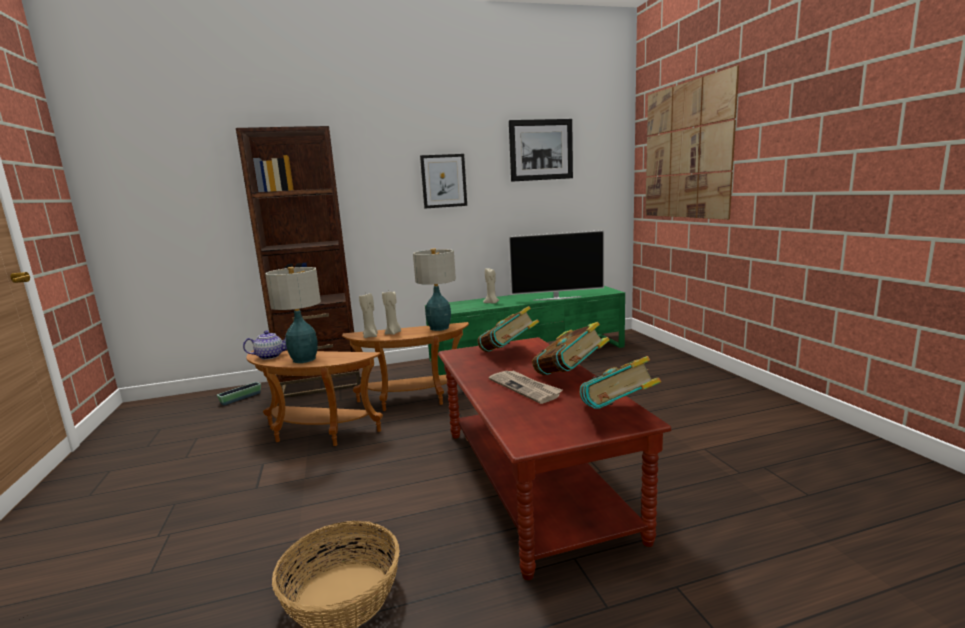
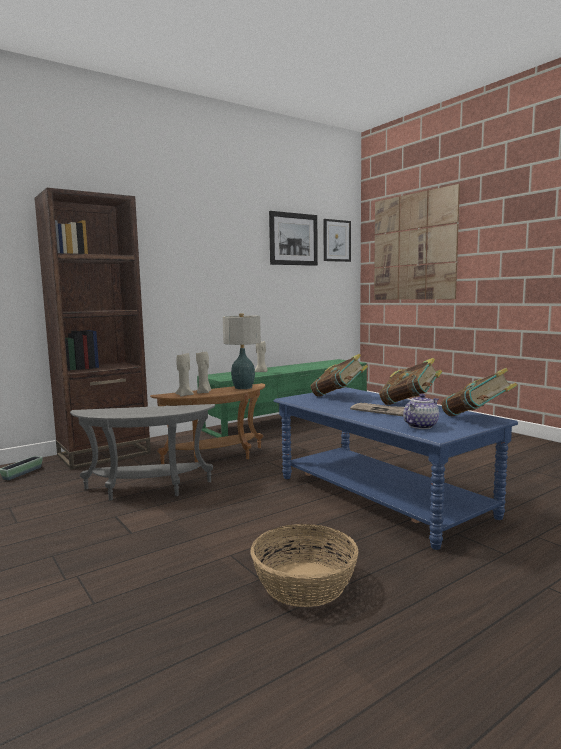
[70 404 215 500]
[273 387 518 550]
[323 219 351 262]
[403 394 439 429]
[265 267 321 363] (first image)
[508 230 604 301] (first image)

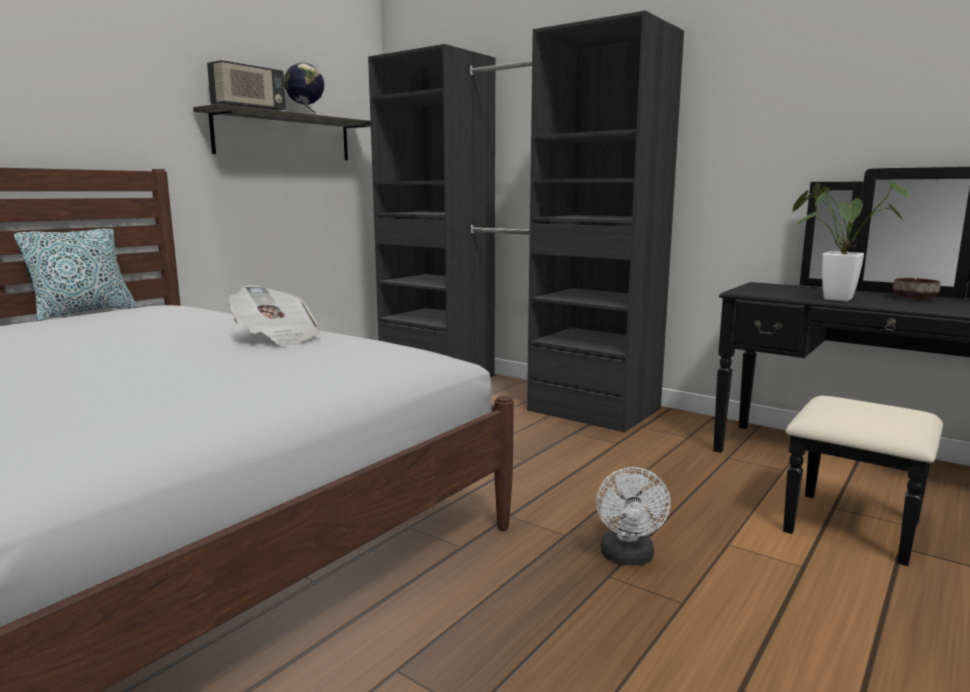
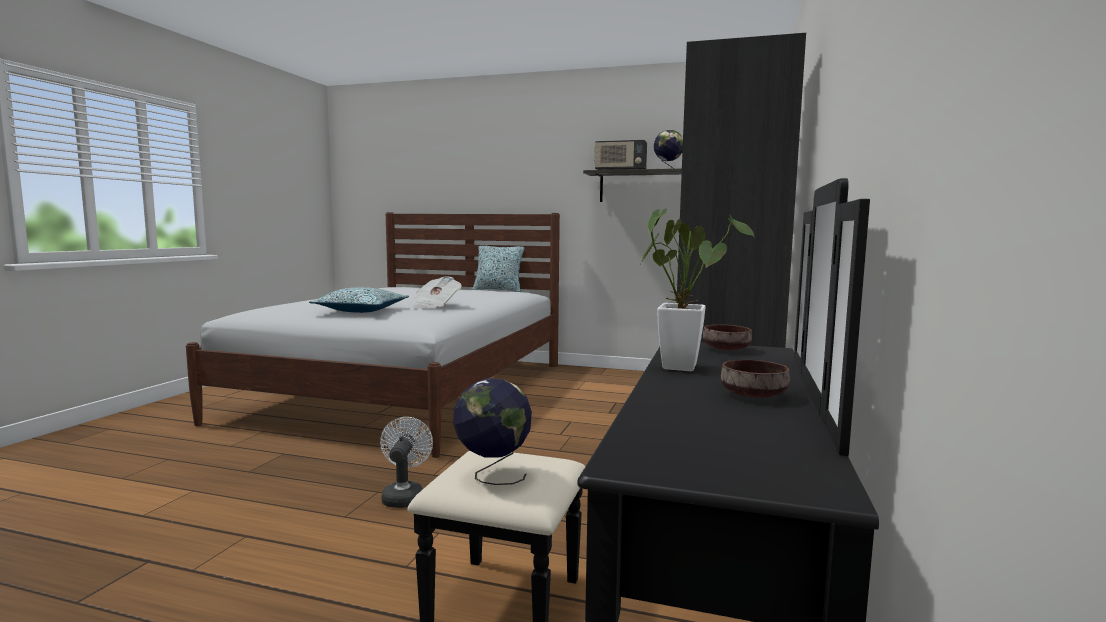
[309 287 409 313]
[380 417 433 508]
[453 378 532 485]
[703 325 752 350]

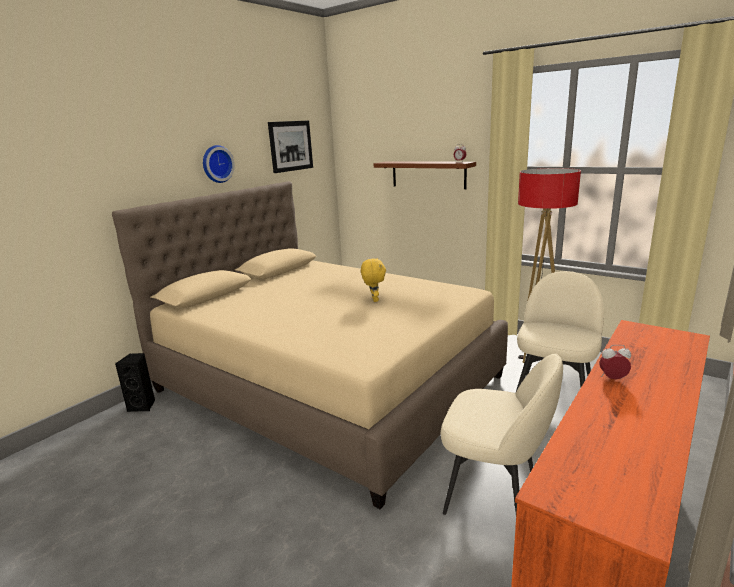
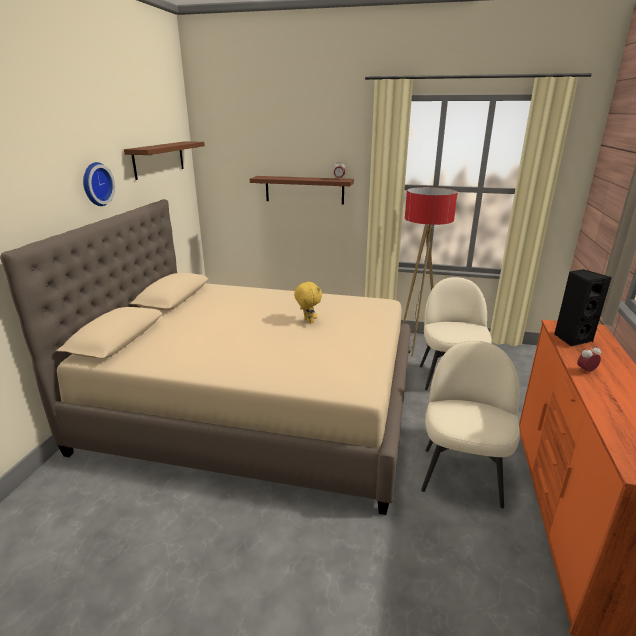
[124 141 205 180]
[421 341 520 508]
[554 269 612 347]

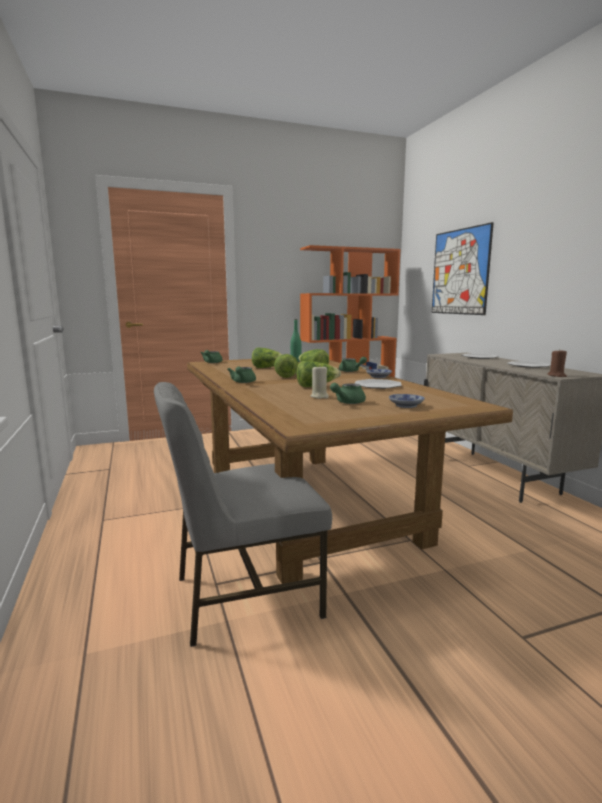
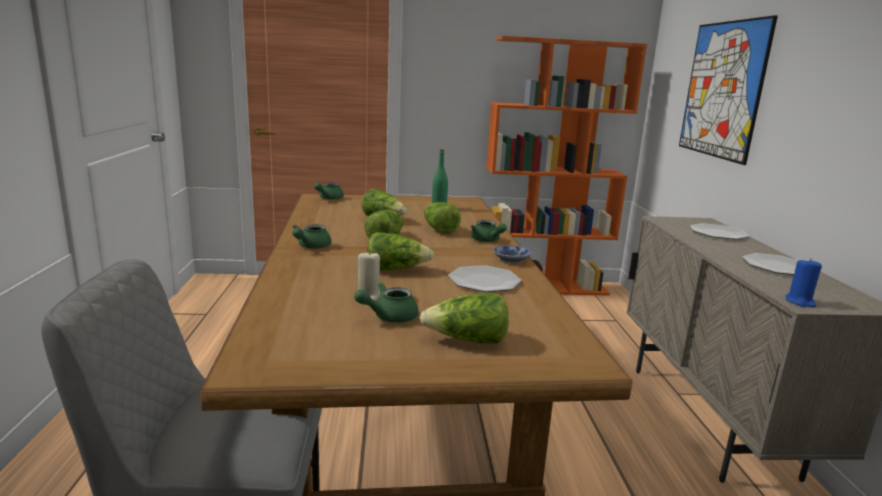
[420 293 509 344]
[785 258 822 307]

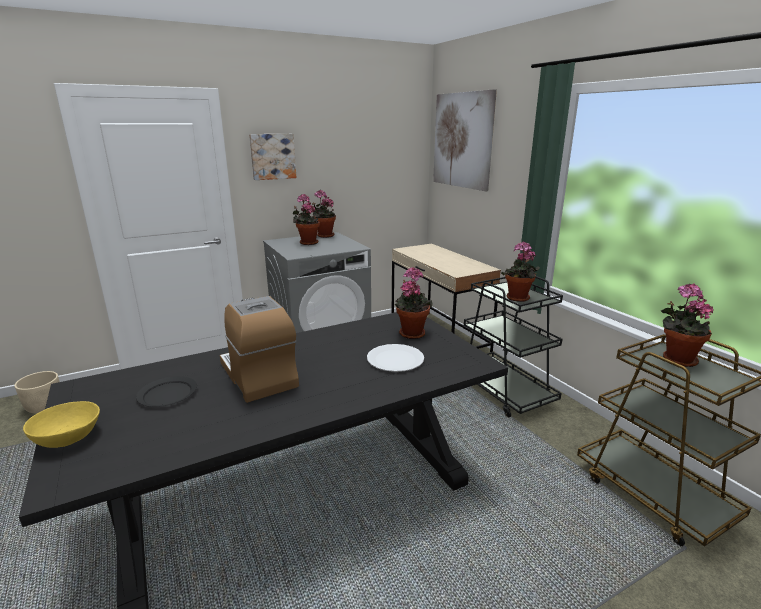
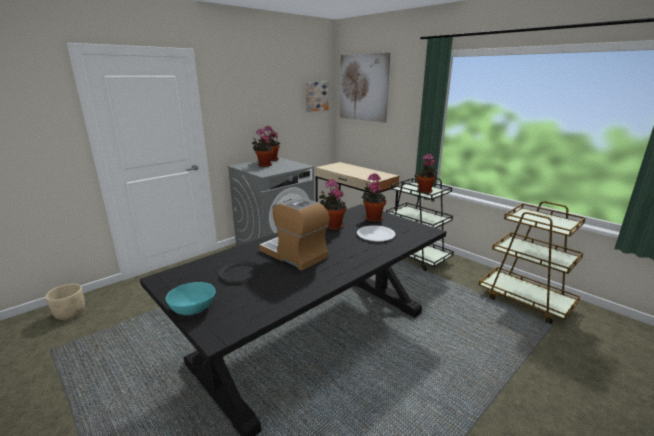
[165 282 216 315]
[306 82 328 112]
[319 179 346 230]

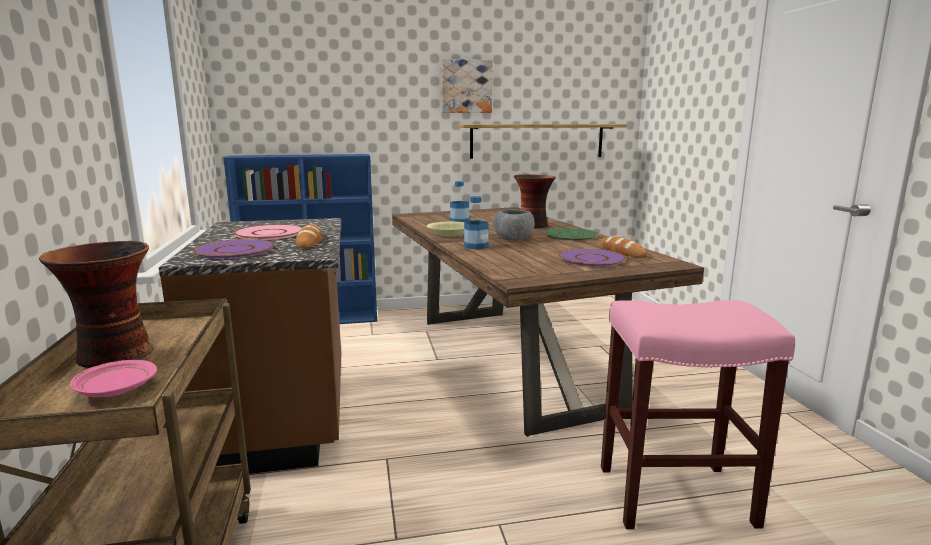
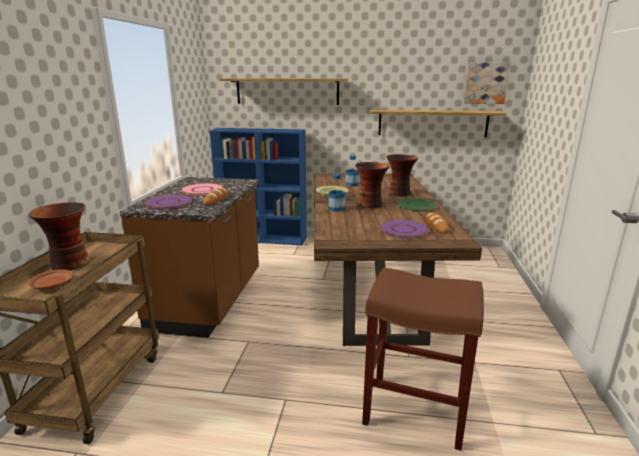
[28 269 73 289]
[220 78 349 105]
[355 162 389 208]
[362 268 484 451]
[464 62 510 104]

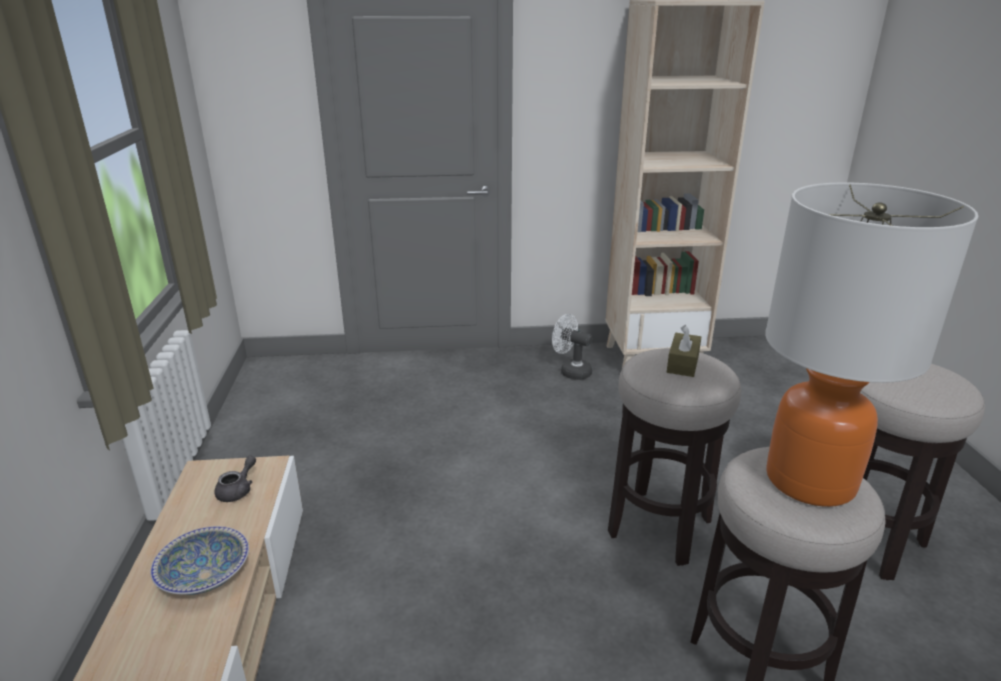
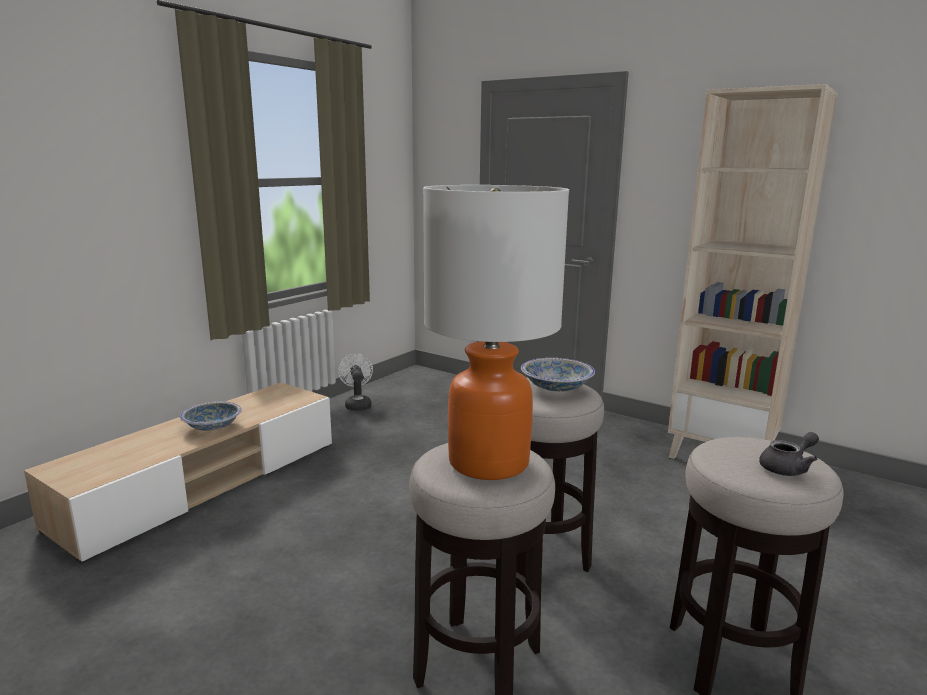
[338 354 373 411]
[521 358 595 391]
[759 432 819 476]

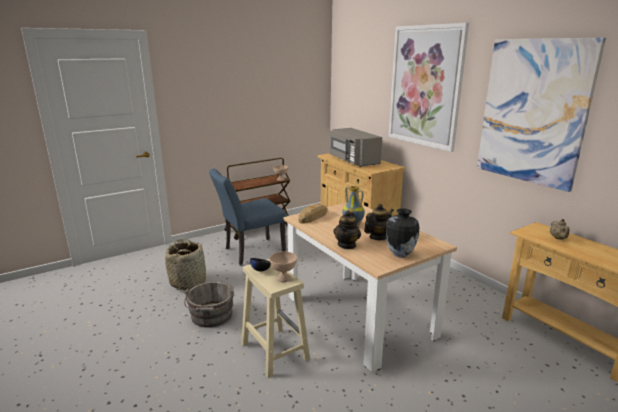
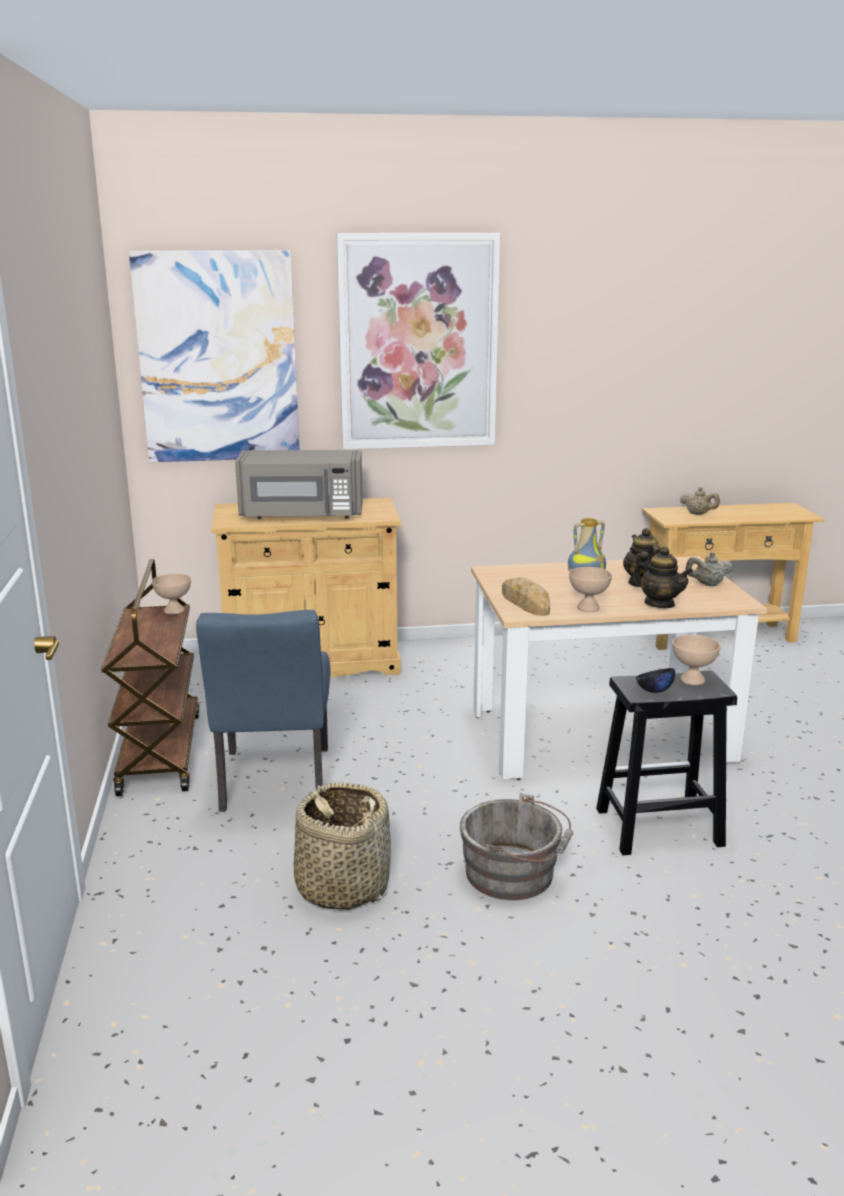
[129 250 300 462]
[569 567 612 612]
[596 670 737 855]
[686 552 733 586]

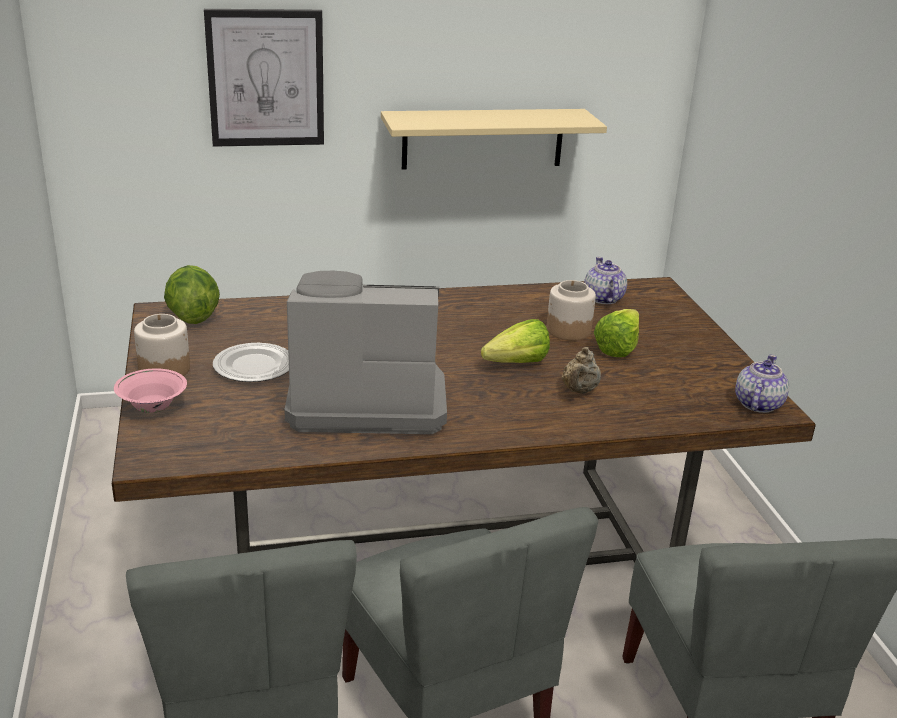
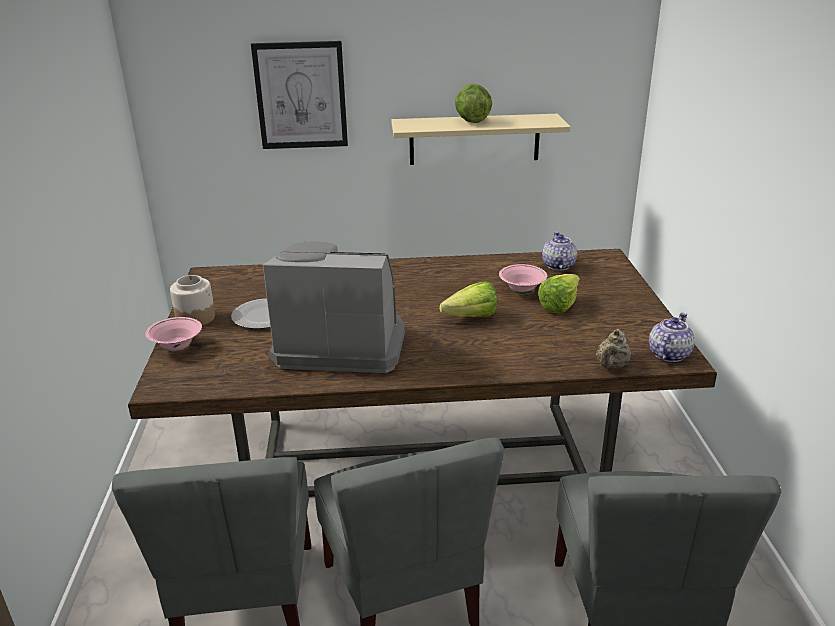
[455 84 492 123]
[499 264 547 293]
[596 329 631 370]

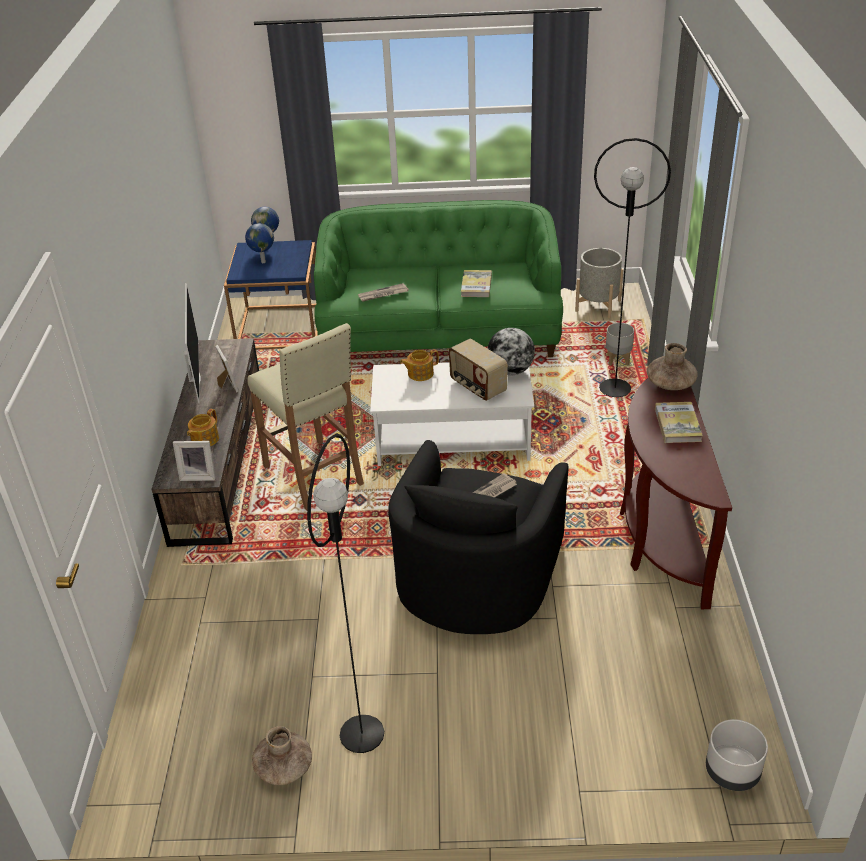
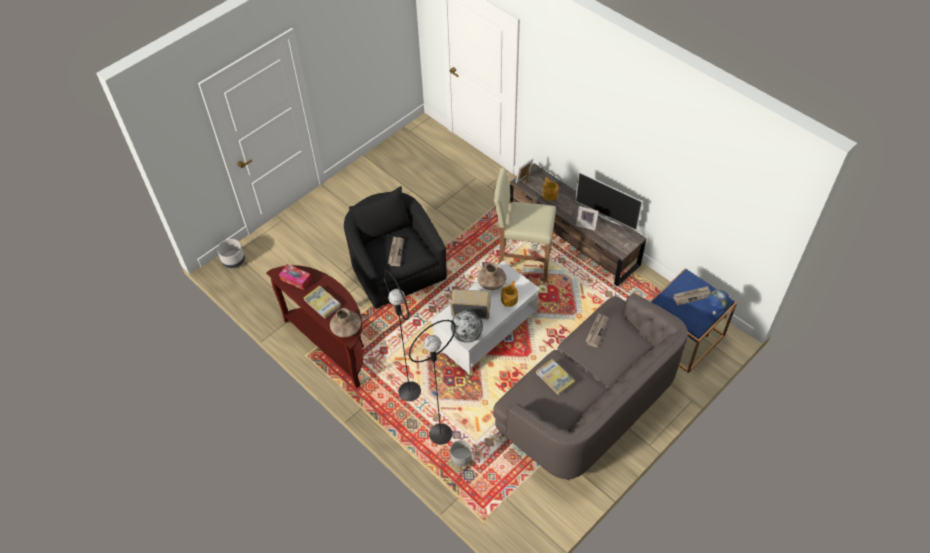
[279 264 312 290]
[383 269 421 401]
[478 263 506 290]
[493 293 688 480]
[673 286 710 306]
[575 248 624 318] (first image)

